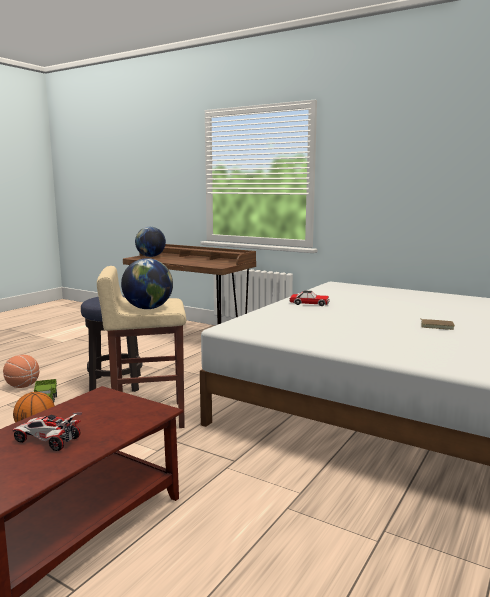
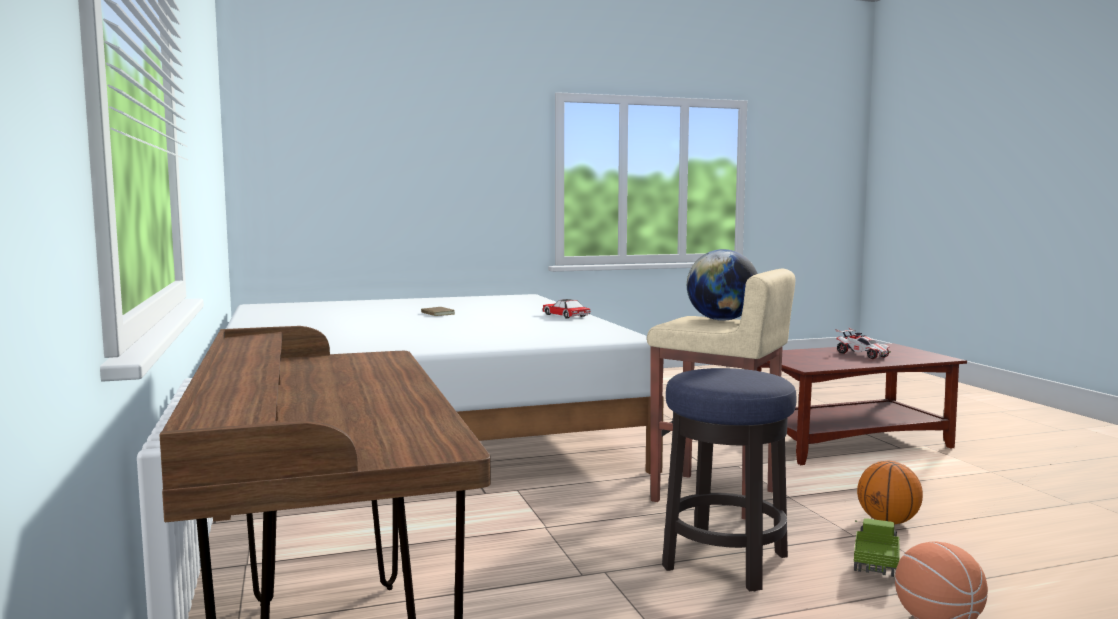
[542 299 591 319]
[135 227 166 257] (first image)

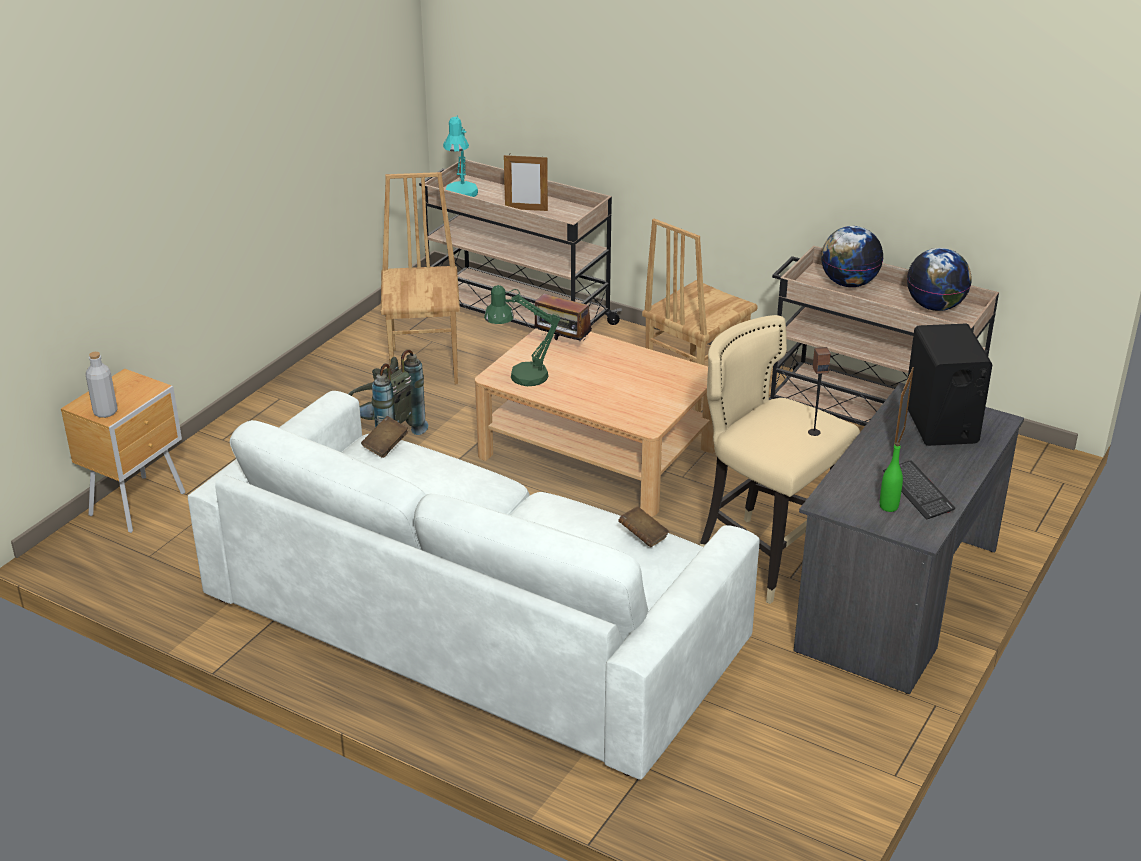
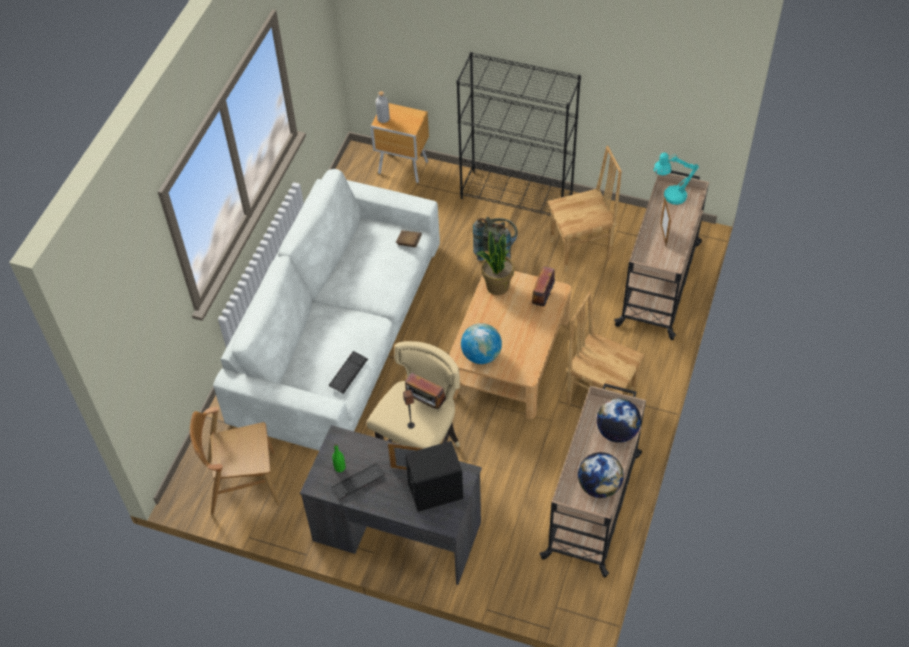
[190 407 280 515]
[329 351 368 394]
[405 372 446 412]
[456 52 581 216]
[461 323 502 364]
[476 231 514 295]

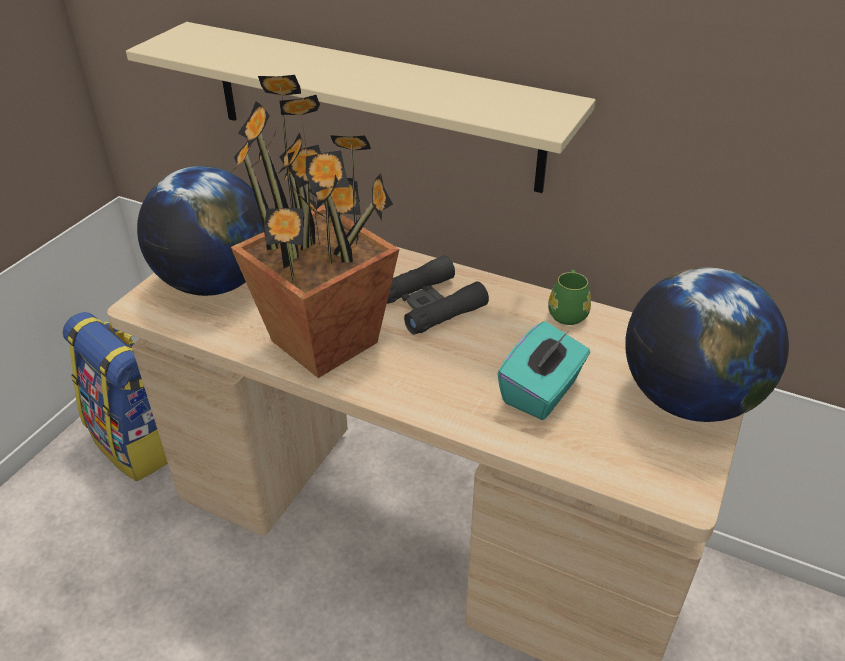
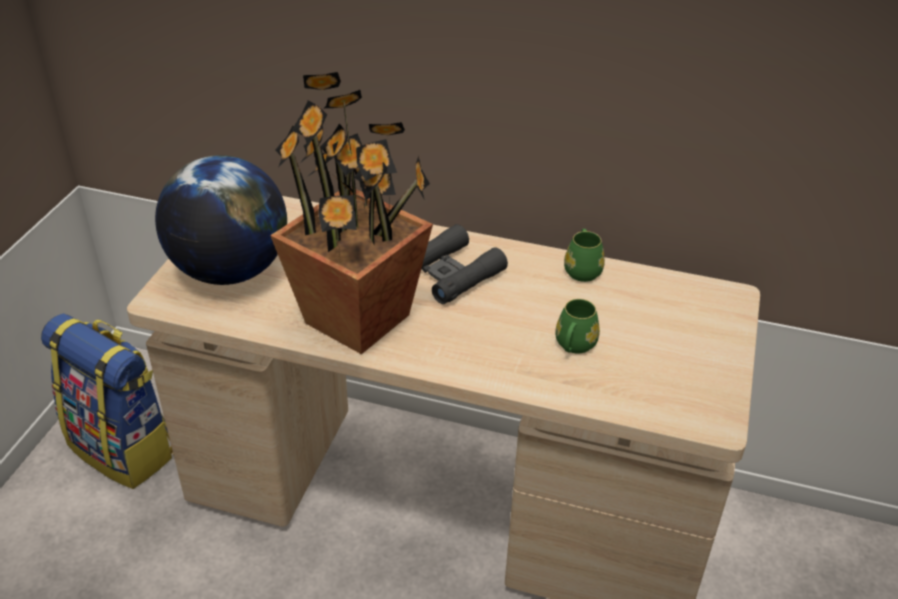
[556 299 600 354]
[126 22 596 193] (first image)
[625 267 789 422] (first image)

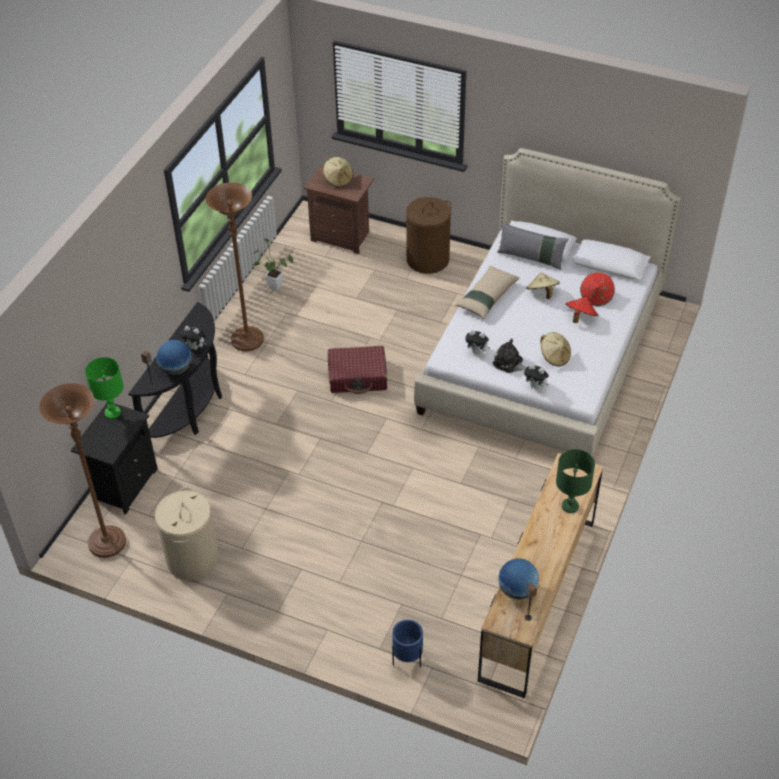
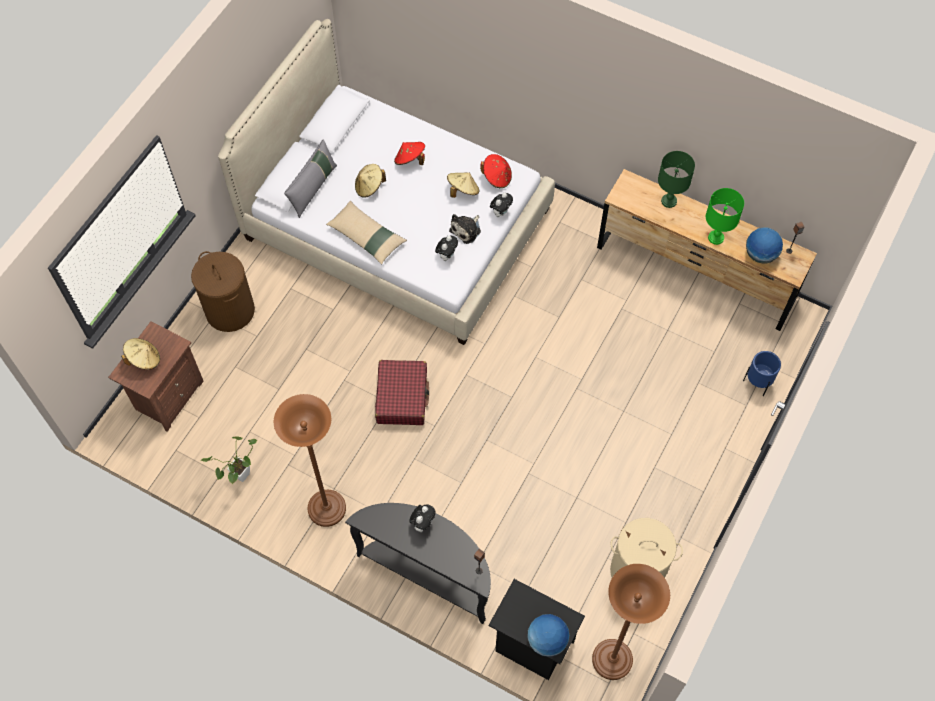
[480 154 512 188]
[527 614 569 657]
[706 188 744 245]

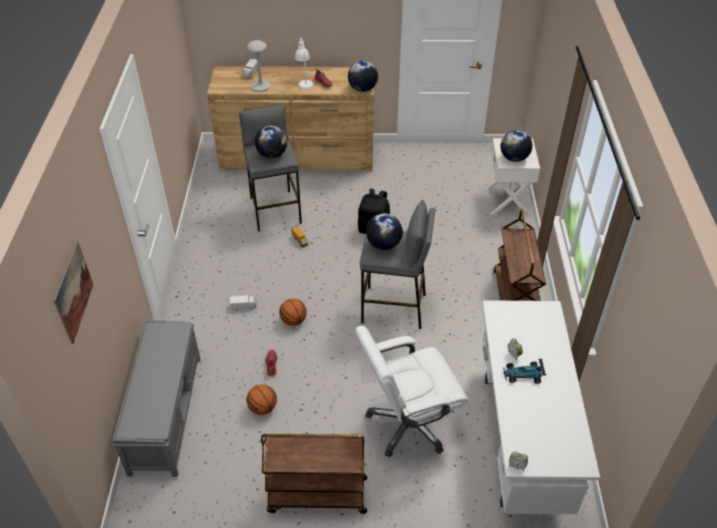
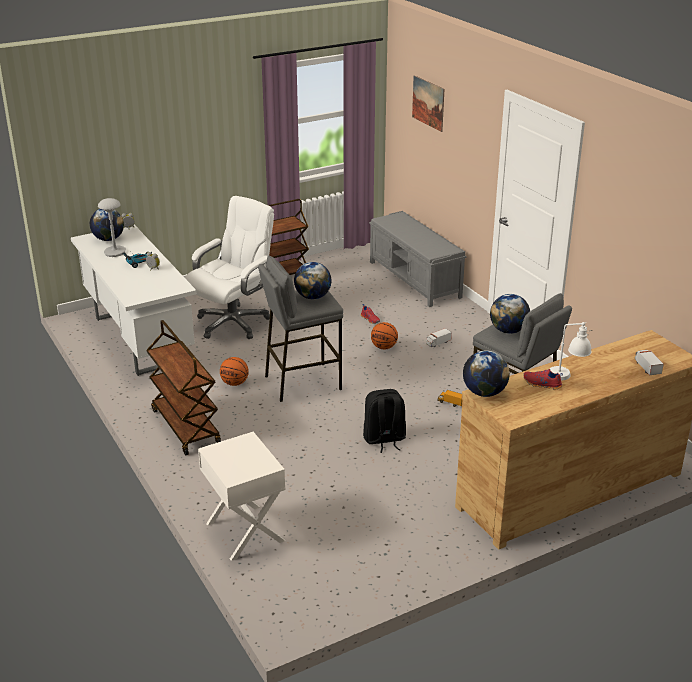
[90 209 124 241]
[98 198 126 257]
[220 357 249 386]

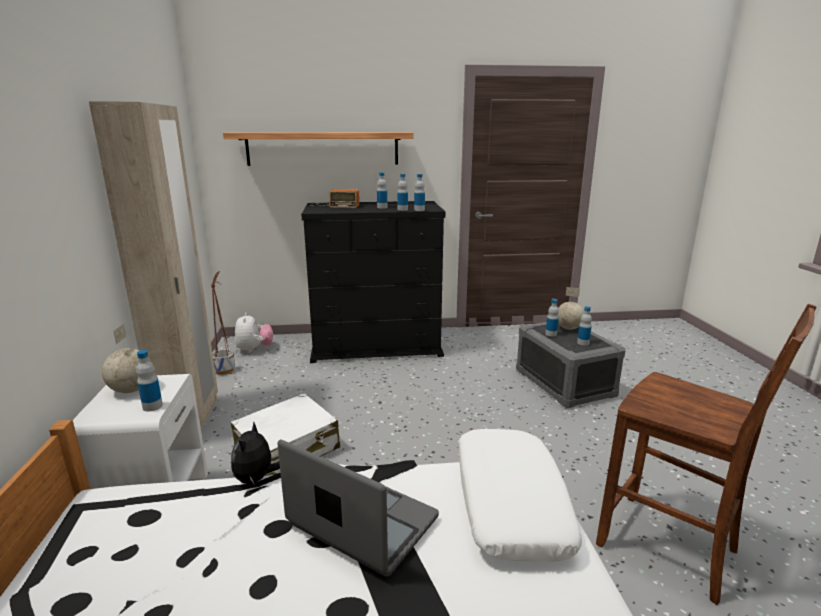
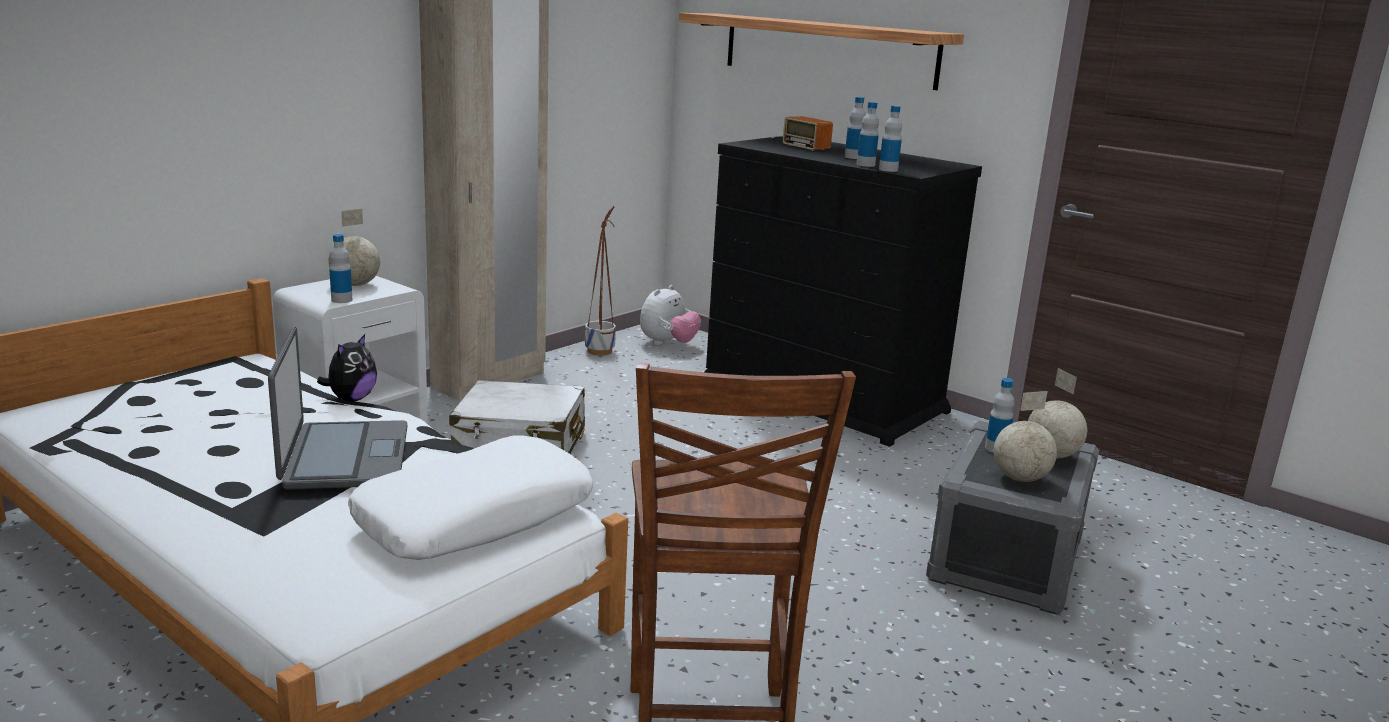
[317 334 377 402]
[994 391 1057 482]

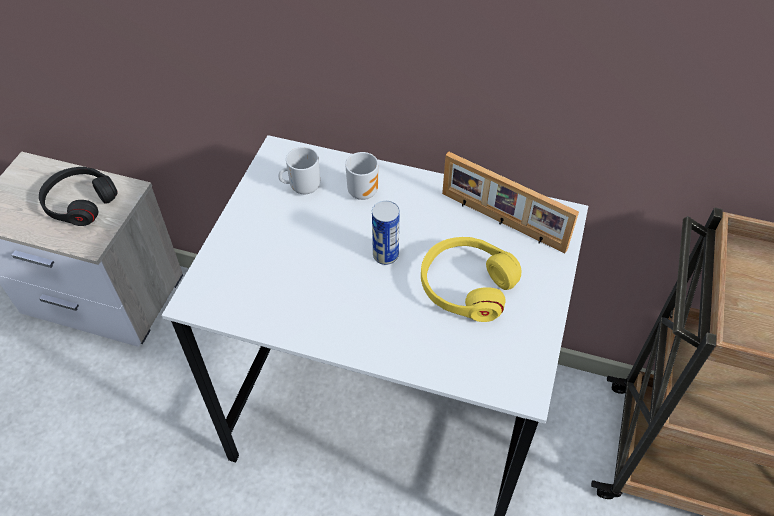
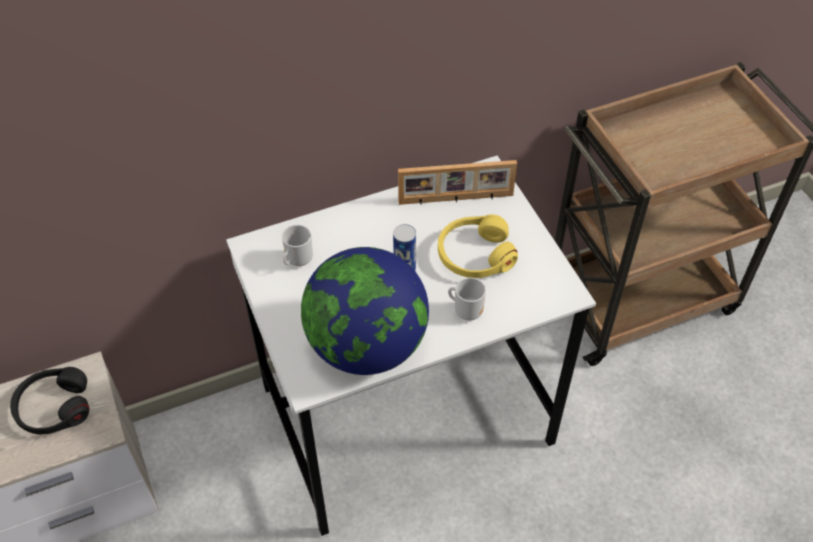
[301 247 429 375]
[448 278 486 320]

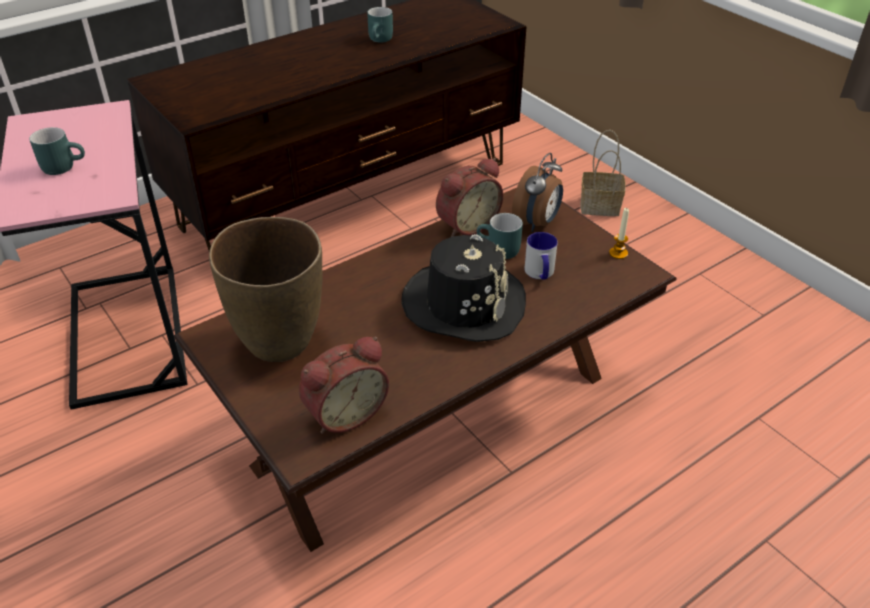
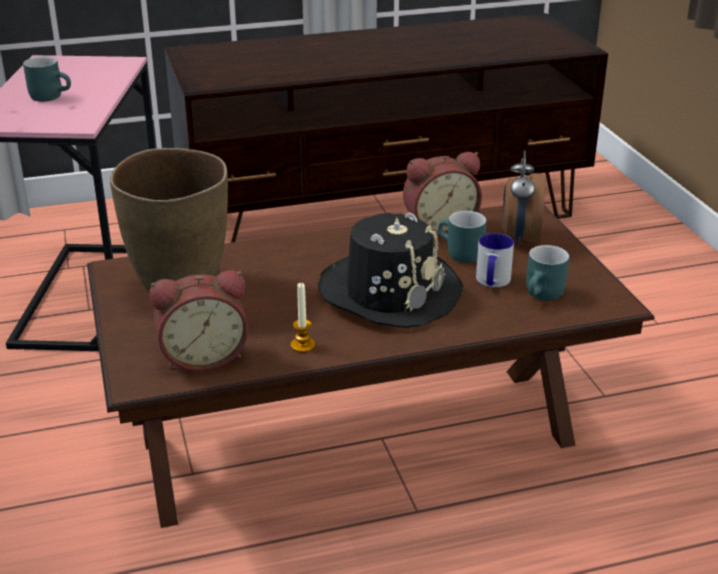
[291 283 315 352]
[502 150 545 247]
[526 245 569 301]
[580 130 626 216] (first image)

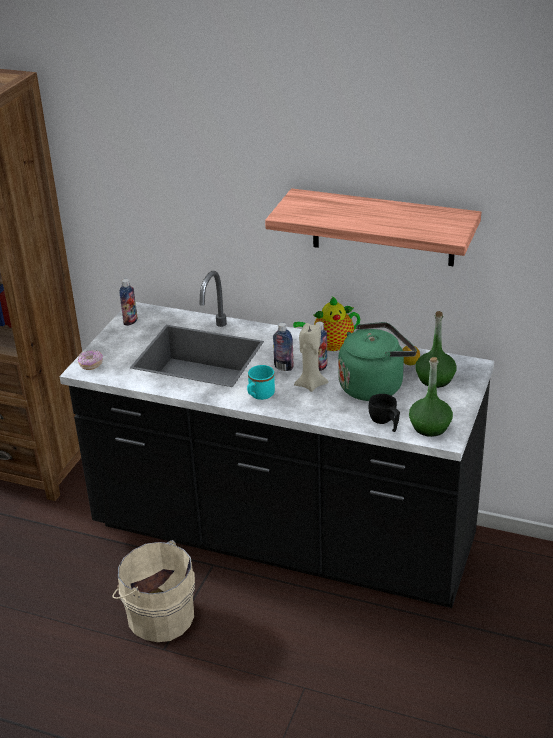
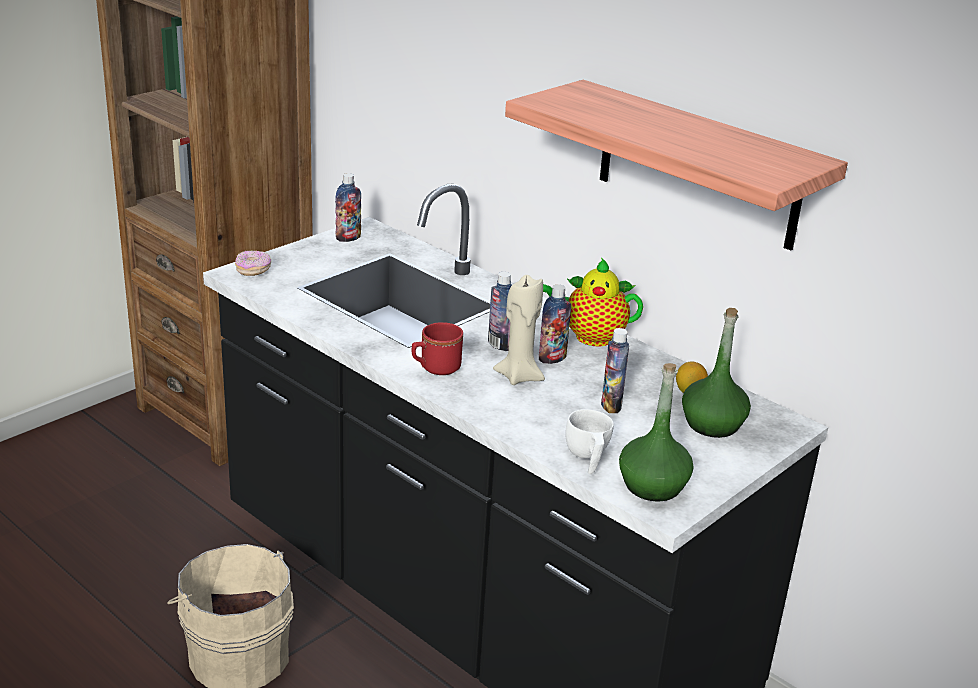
[412 322 463 375]
[565 409 614 474]
[601 328 629 413]

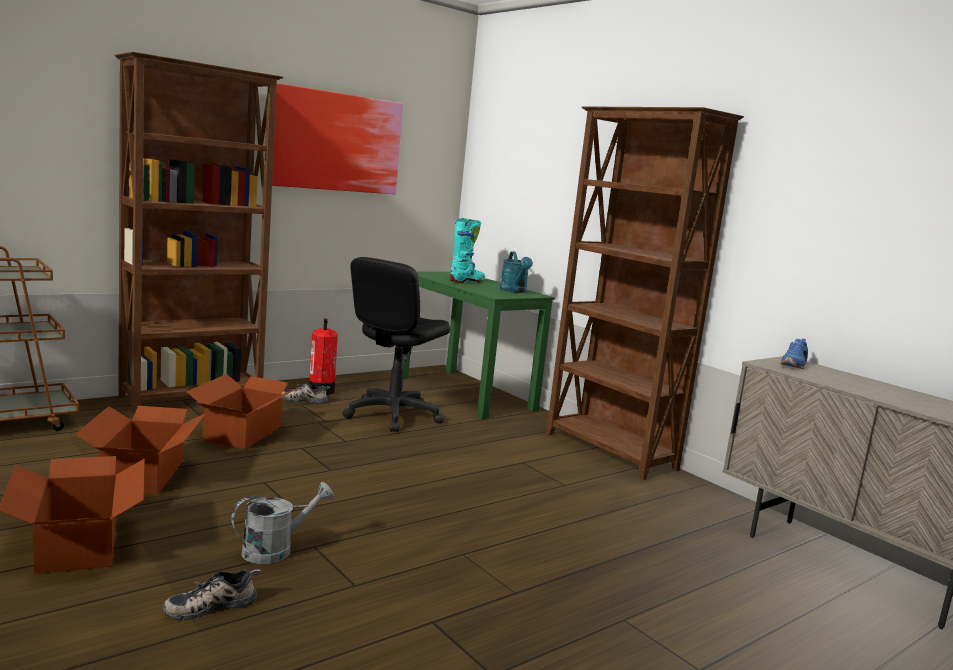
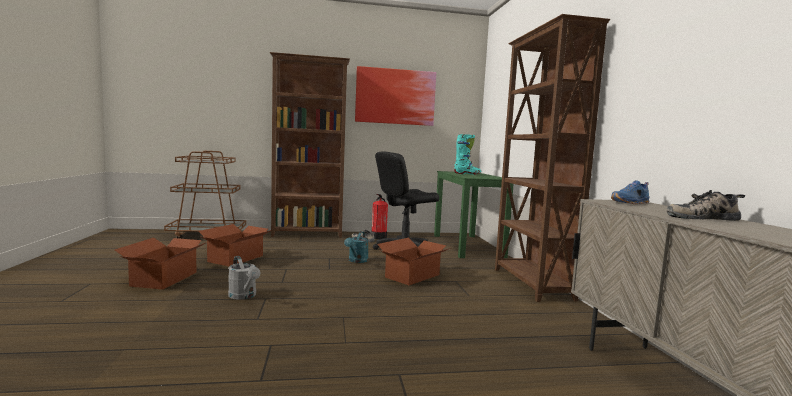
[228 256 260 300]
[344 231 369 263]
[377 238 451 285]
[667 190 745 221]

